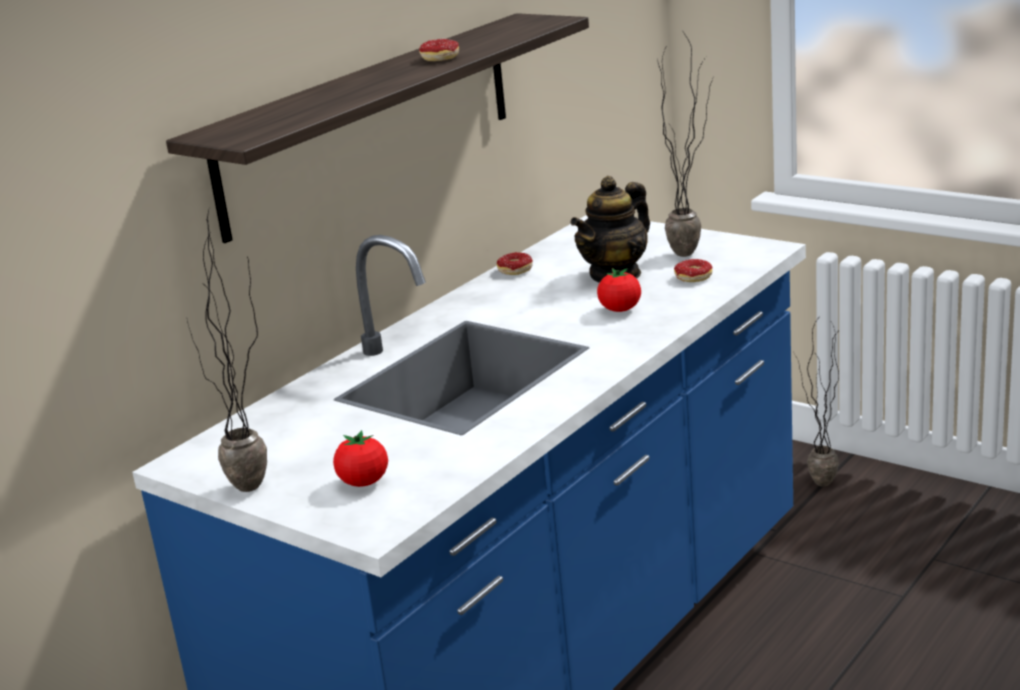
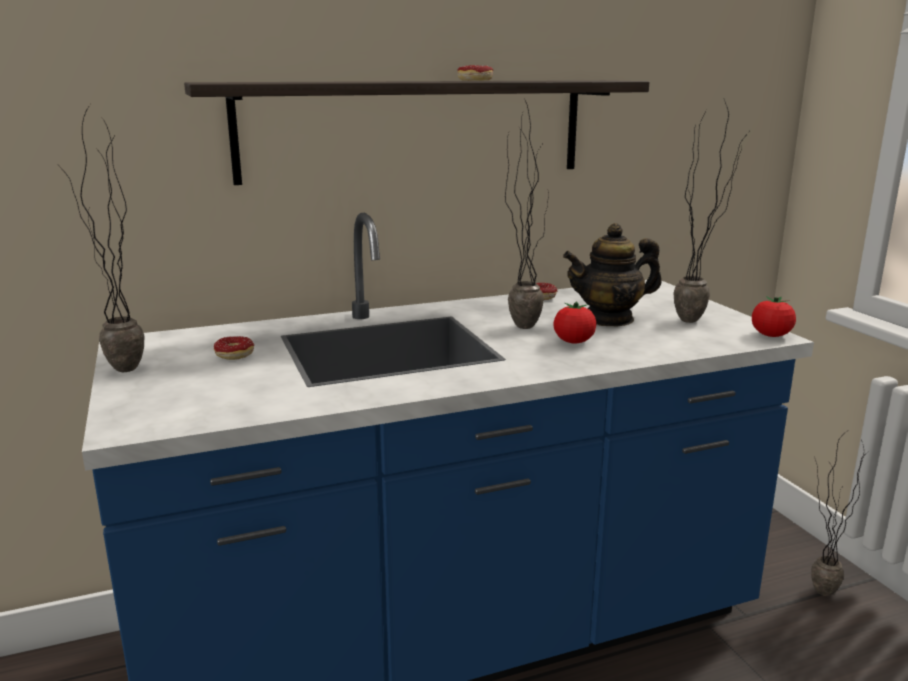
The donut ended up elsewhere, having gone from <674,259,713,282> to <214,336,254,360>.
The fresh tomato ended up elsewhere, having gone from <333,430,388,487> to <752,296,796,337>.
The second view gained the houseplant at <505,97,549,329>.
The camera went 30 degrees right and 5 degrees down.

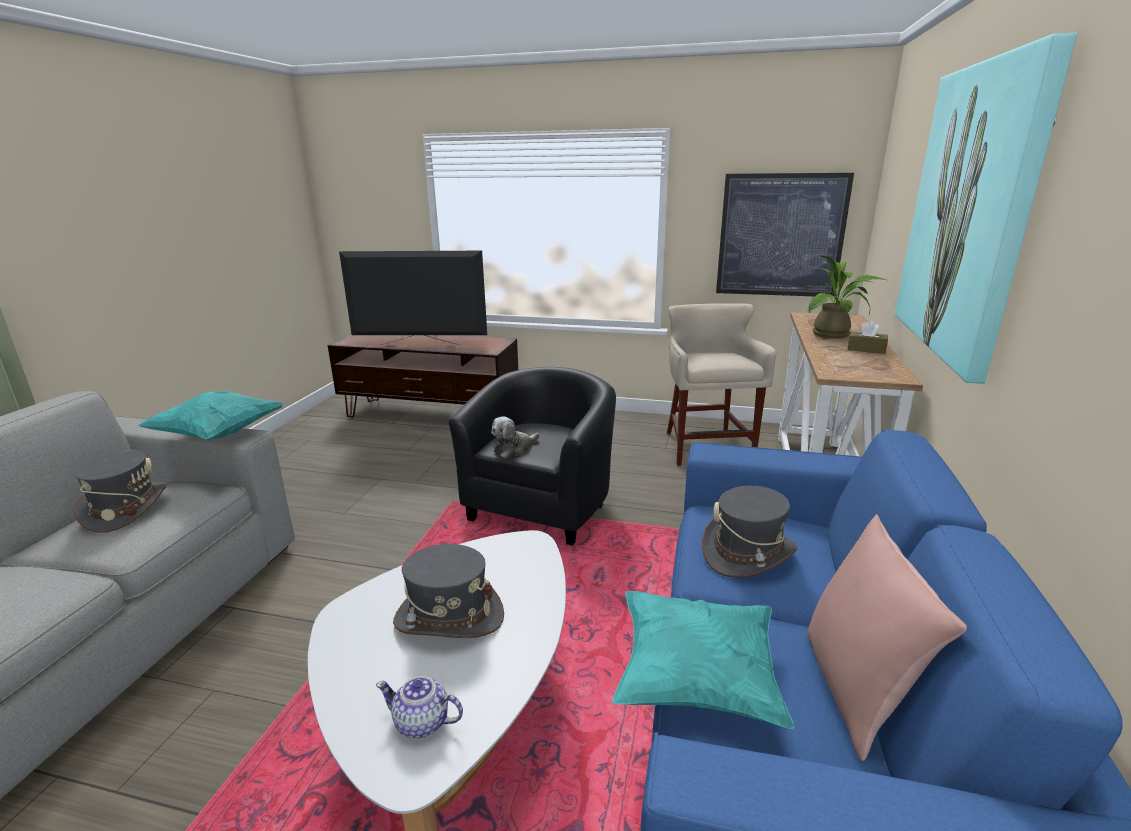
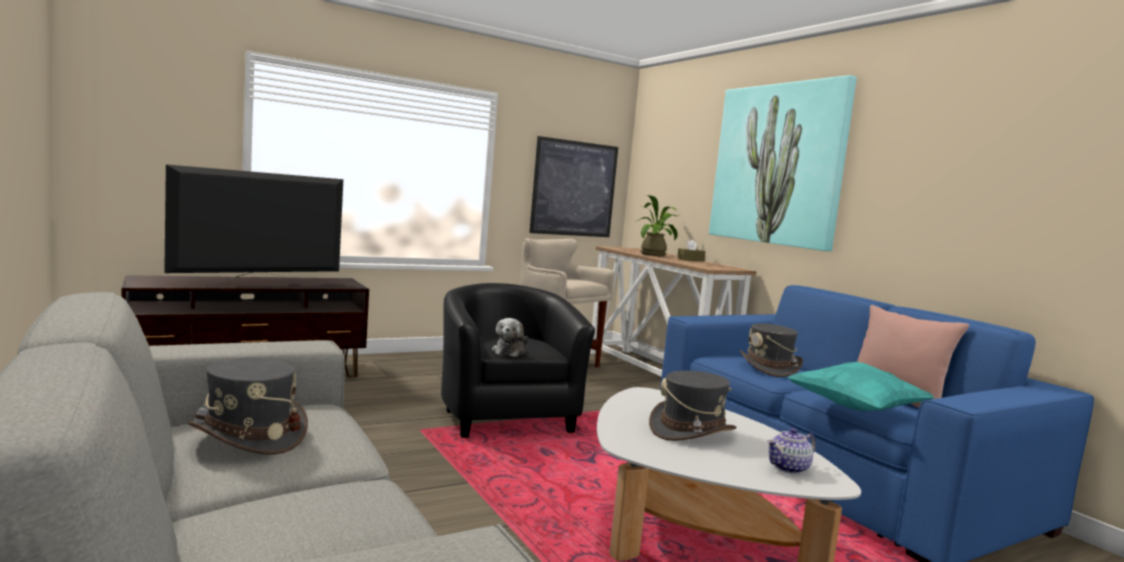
The second view lost the throw pillow/turquoise-coloured at <138,391,284,441>.
The camera went 45 degrees left and 15 degrees down.

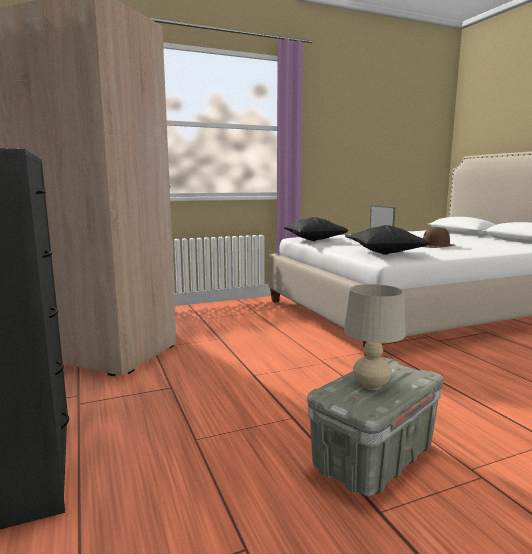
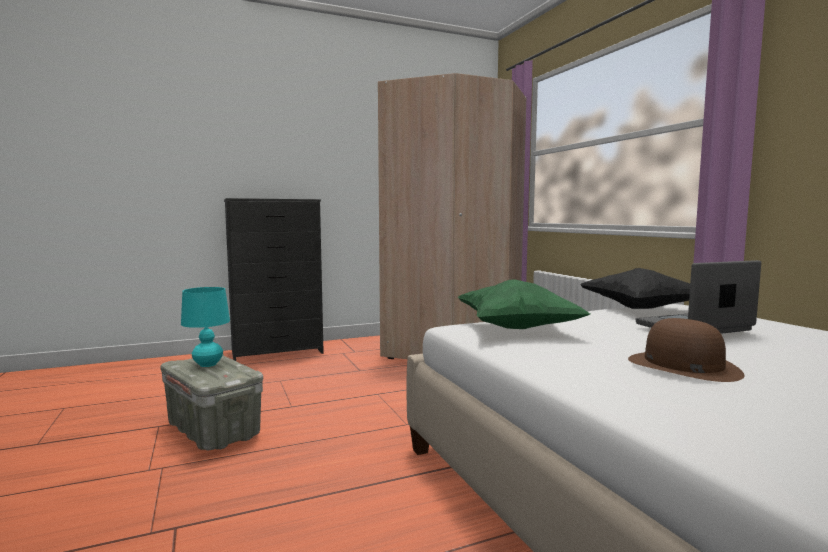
What was the throw pillow/black at <349,225,430,255> turned into the throw pillow/green at <458,279,590,329>.
What was the tabletop lamp/beige at <344,284,406,390> turned into the tabletop lamp/turquoise-coloured at <181,287,230,367>.
The camera went 90 degrees right and 5 degrees down.

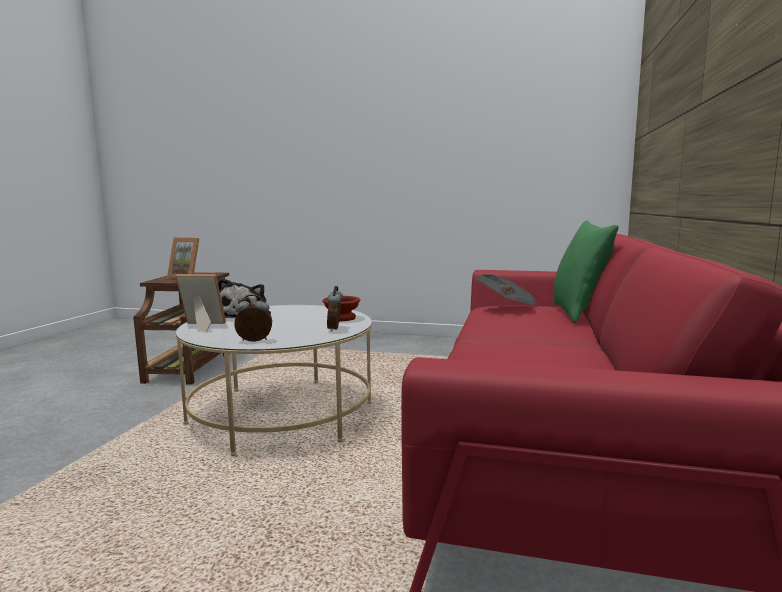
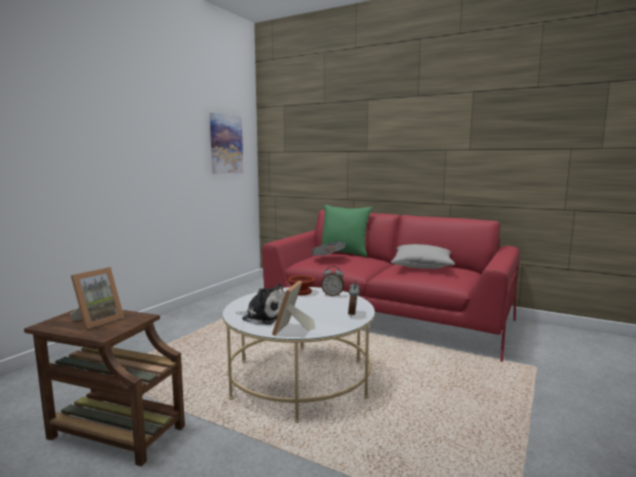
The second view gained the wall picture at <210,113,243,174>.
The second view gained the throw pillow/greyish at <391,244,455,269>.
The camera went 75 degrees left and 0 degrees up.

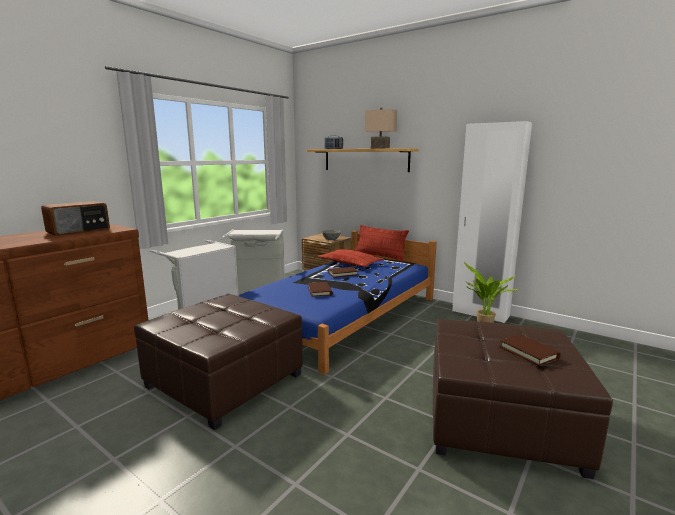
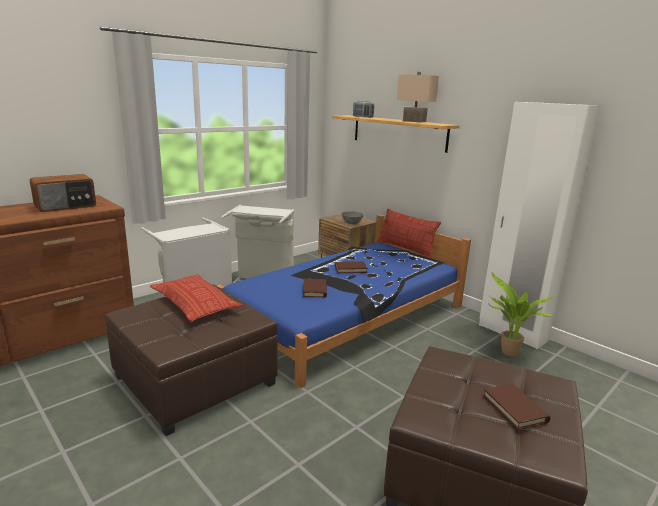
The throw pillow ended up elsewhere, having gone from <317,249,384,267> to <150,274,242,322>.
The camera went 10 degrees right and 5 degrees up.

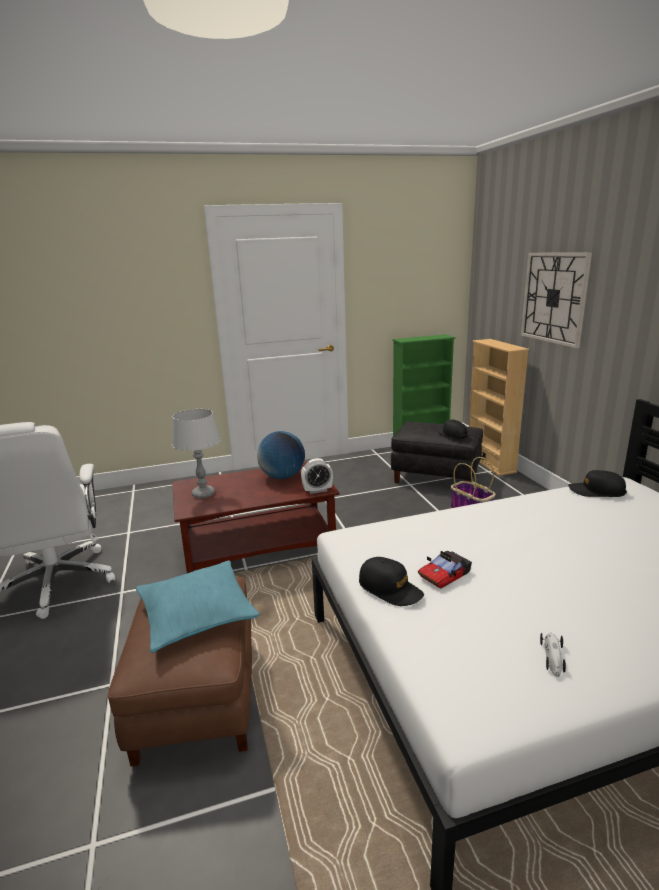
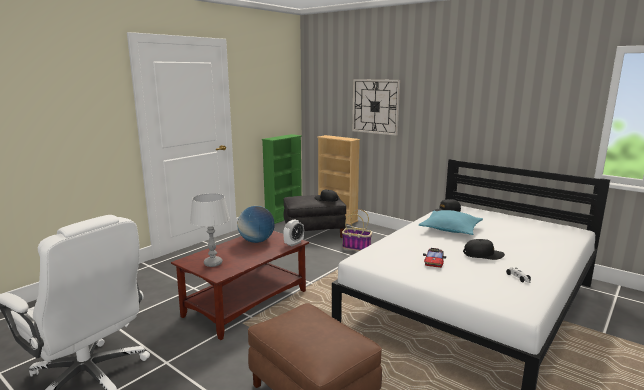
The baseball cap/black ended up elsewhere, having gone from <359,557,424,606> to <463,239,505,260>.
The throw pillow/turquoise-coloured ended up elsewhere, having gone from <136,561,260,653> to <419,210,483,235>.
The camera went 35 degrees left and 5 degrees down.

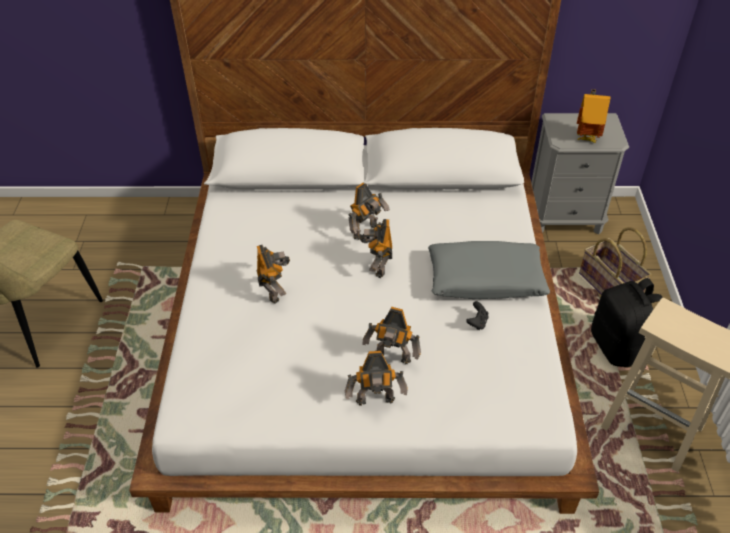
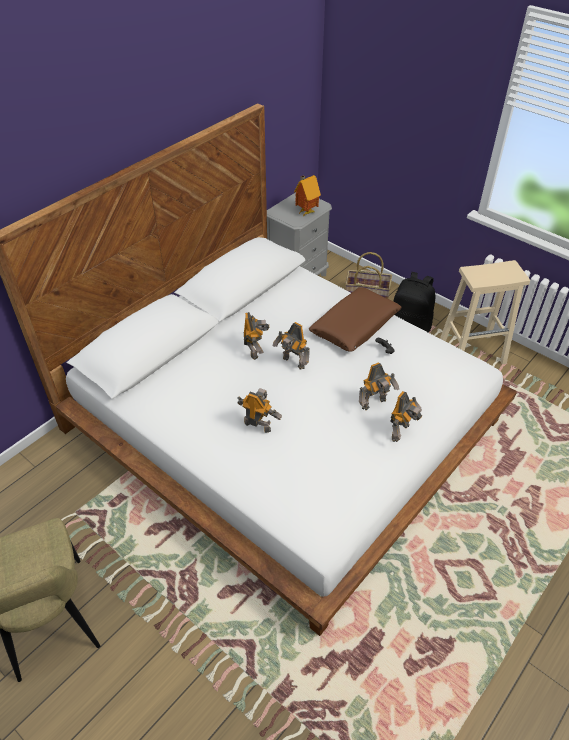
What was the throw pillow/greyish at <428,241,550,299> turned into the throw pillow/brownish at <309,287,402,352>.
The camera went 50 degrees left and 0 degrees up.

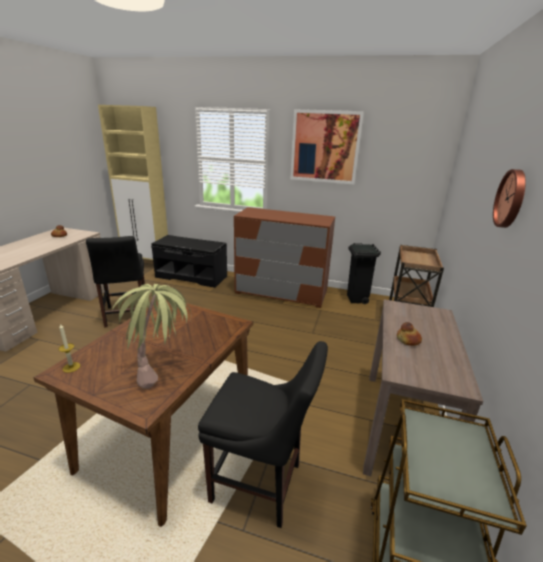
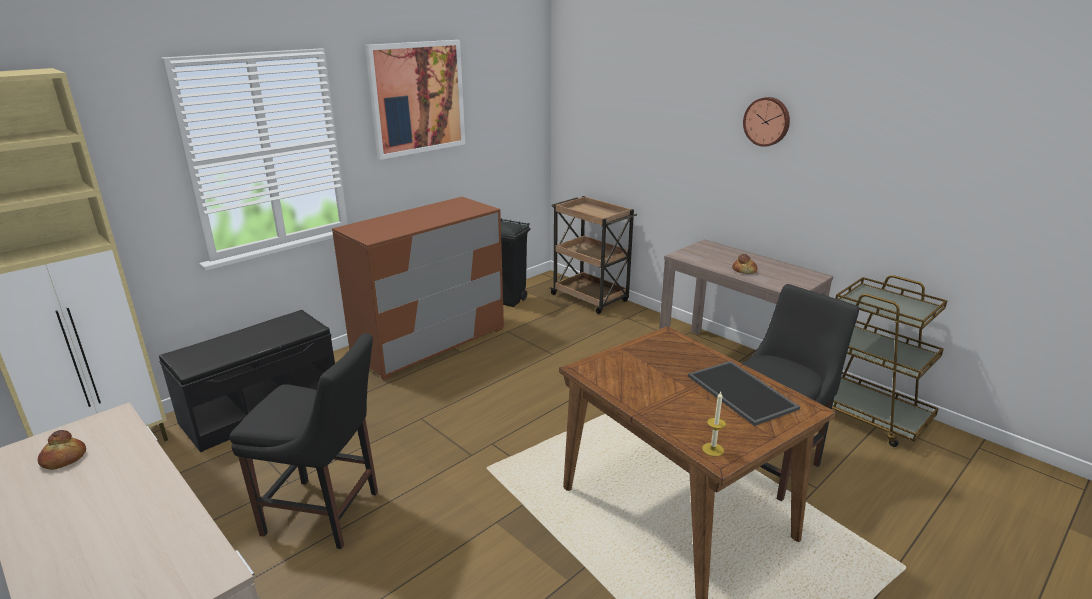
Where the houseplant stood at <112,284,191,389>, the carrying tray came to stand at <688,361,800,426>.
The camera went 60 degrees left and 0 degrees up.

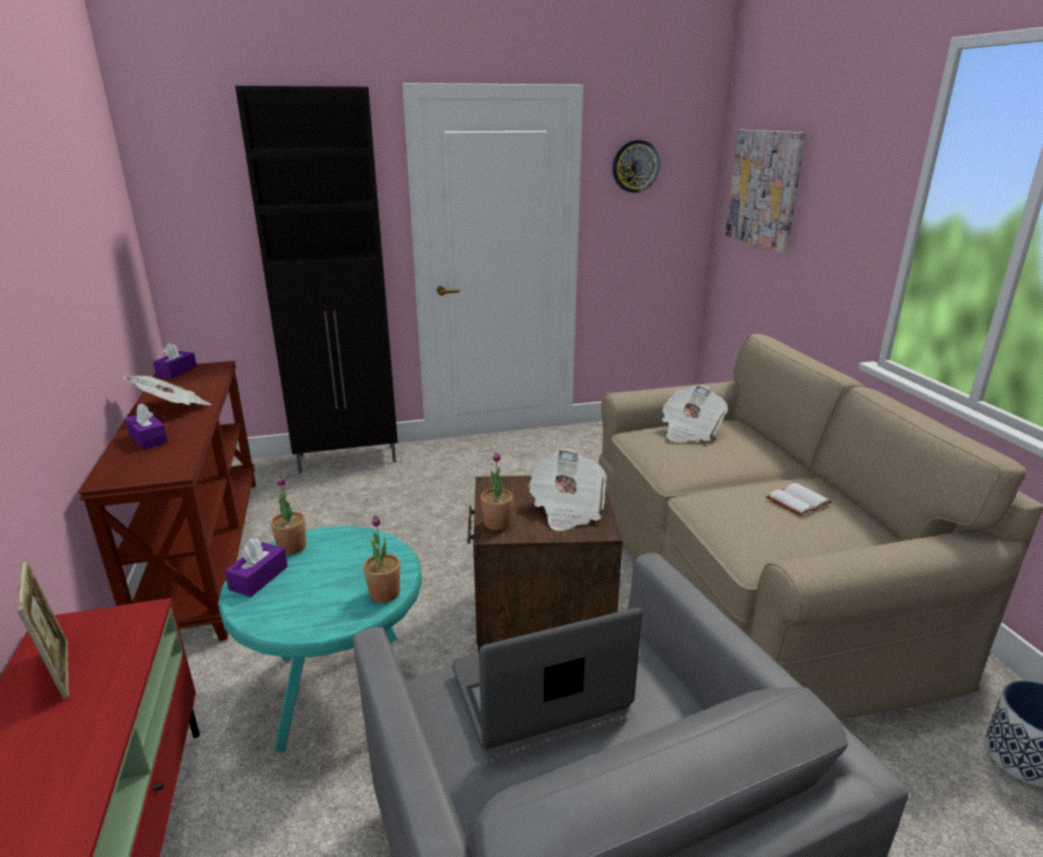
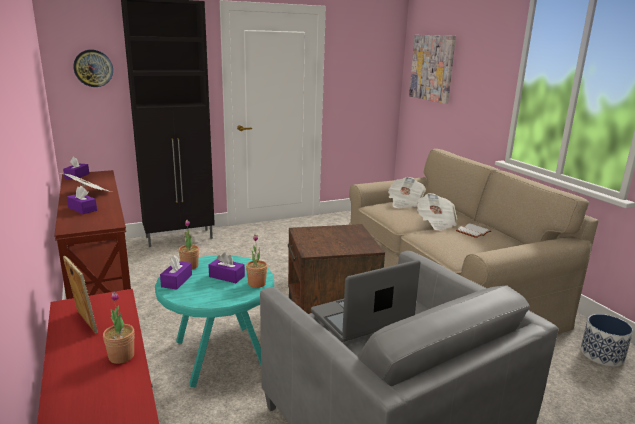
The wall clock ended up elsewhere, having gone from <612,140,660,193> to <73,50,113,87>.
The newspaper ended up elsewhere, having gone from <528,448,607,531> to <417,193,457,231>.
The houseplant ended up elsewhere, having gone from <481,452,513,530> to <103,292,135,364>.
The second view gained the tissue holder/purplish at <209,252,245,283>.
The camera went 10 degrees left and 5 degrees down.

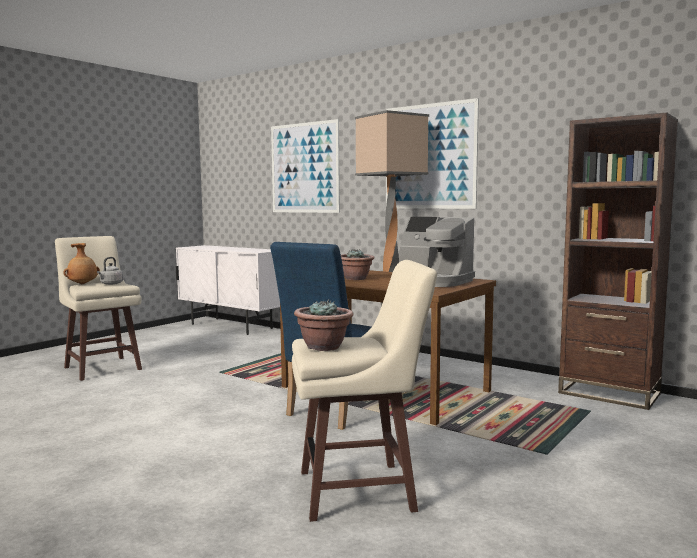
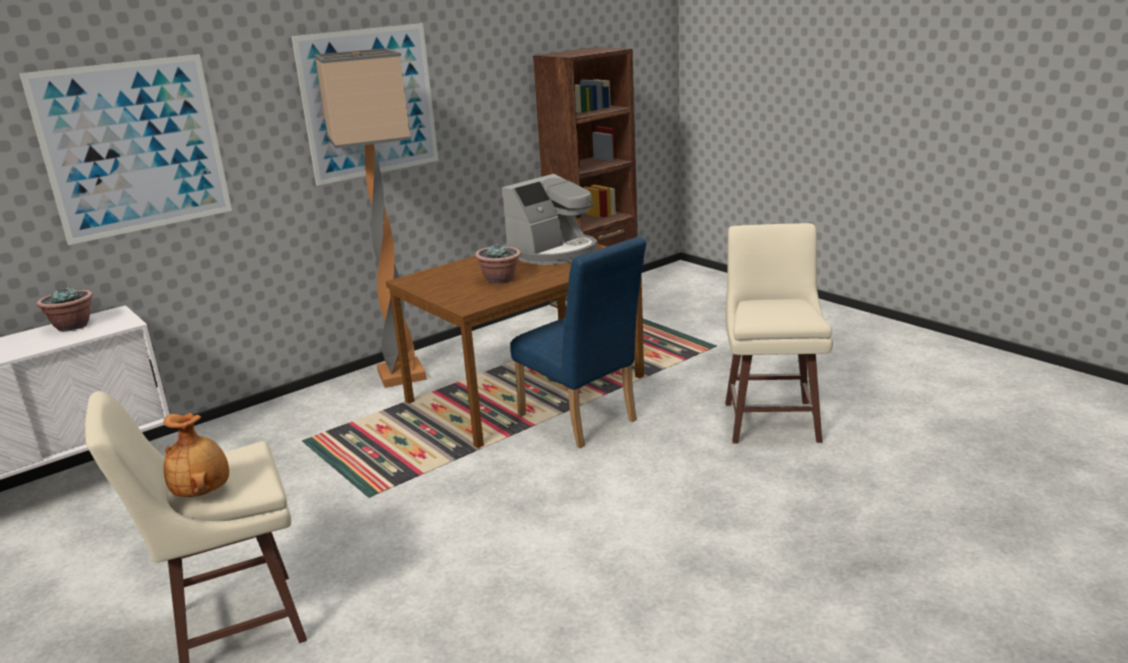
The second view lost the water kettle/greyish at <97,257,123,285>.
The houseplant ended up elsewhere, having gone from <294,300,353,351> to <36,286,93,332>.
The camera went 75 degrees left and 15 degrees up.

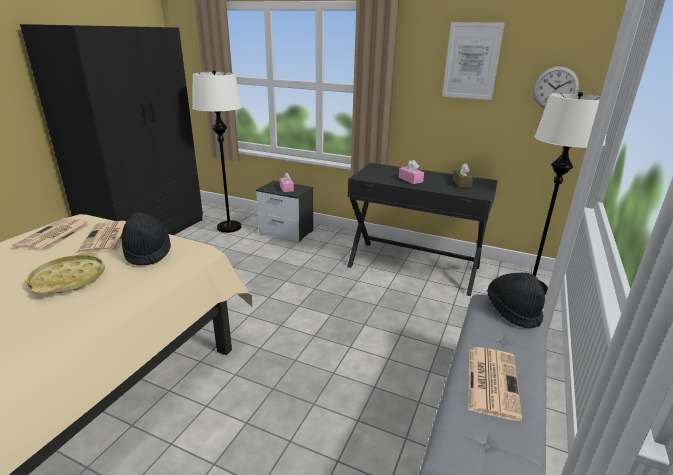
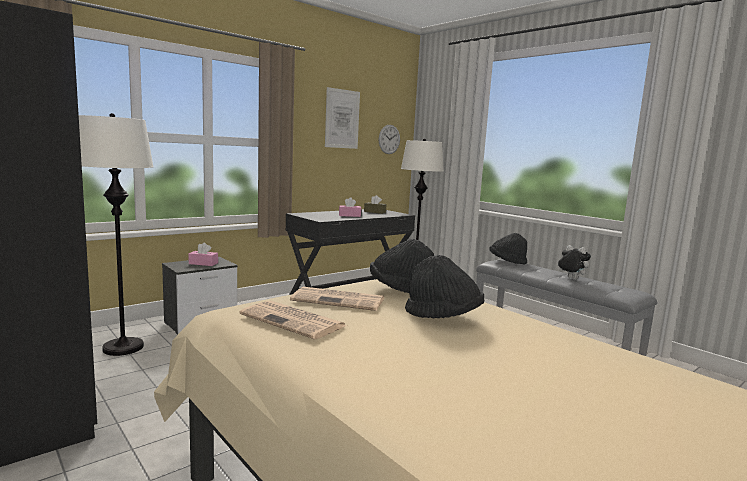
Where the carrying tray/yellow stood at <27,252,105,294>, the clothing hat/black came to stand at <405,255,484,318>.
Where the newspaper stood at <468,347,522,421>, the plush toy came to stand at <557,245,591,280>.
The camera went 65 degrees left and 15 degrees down.

